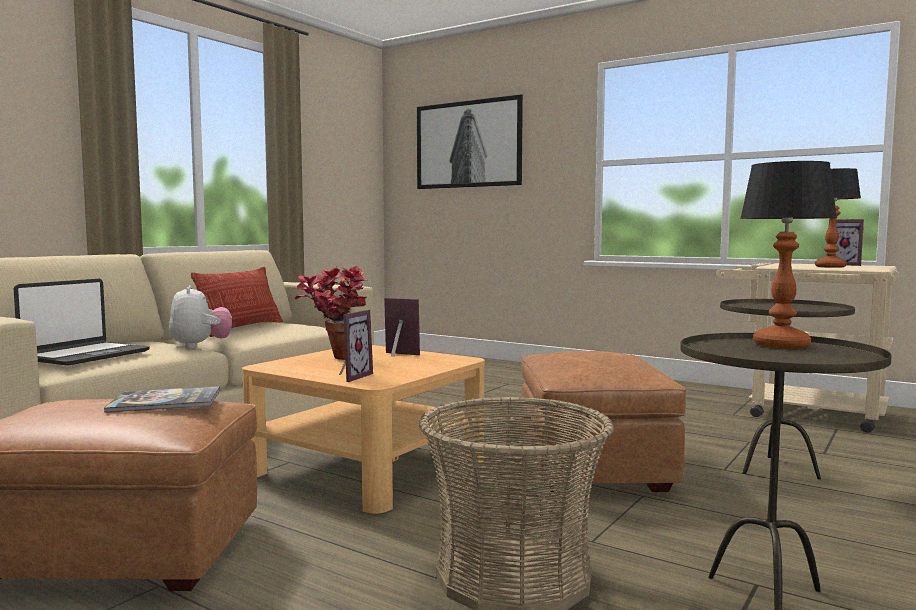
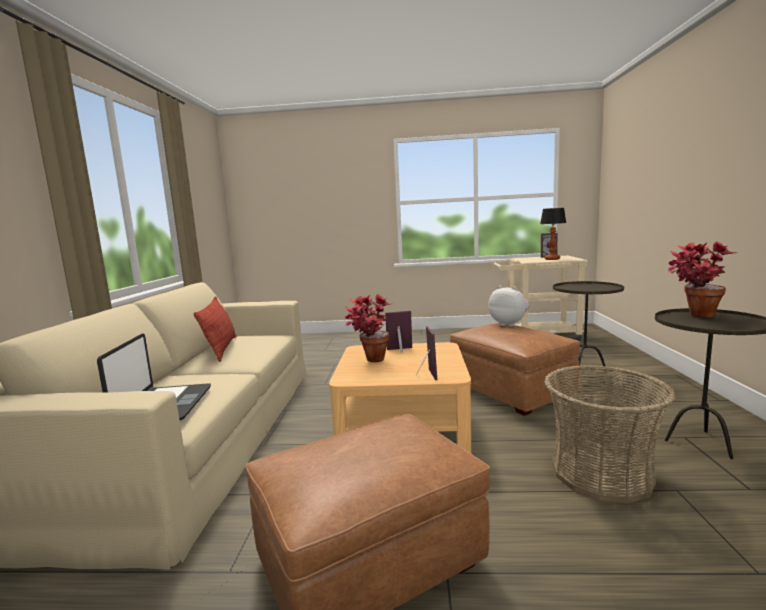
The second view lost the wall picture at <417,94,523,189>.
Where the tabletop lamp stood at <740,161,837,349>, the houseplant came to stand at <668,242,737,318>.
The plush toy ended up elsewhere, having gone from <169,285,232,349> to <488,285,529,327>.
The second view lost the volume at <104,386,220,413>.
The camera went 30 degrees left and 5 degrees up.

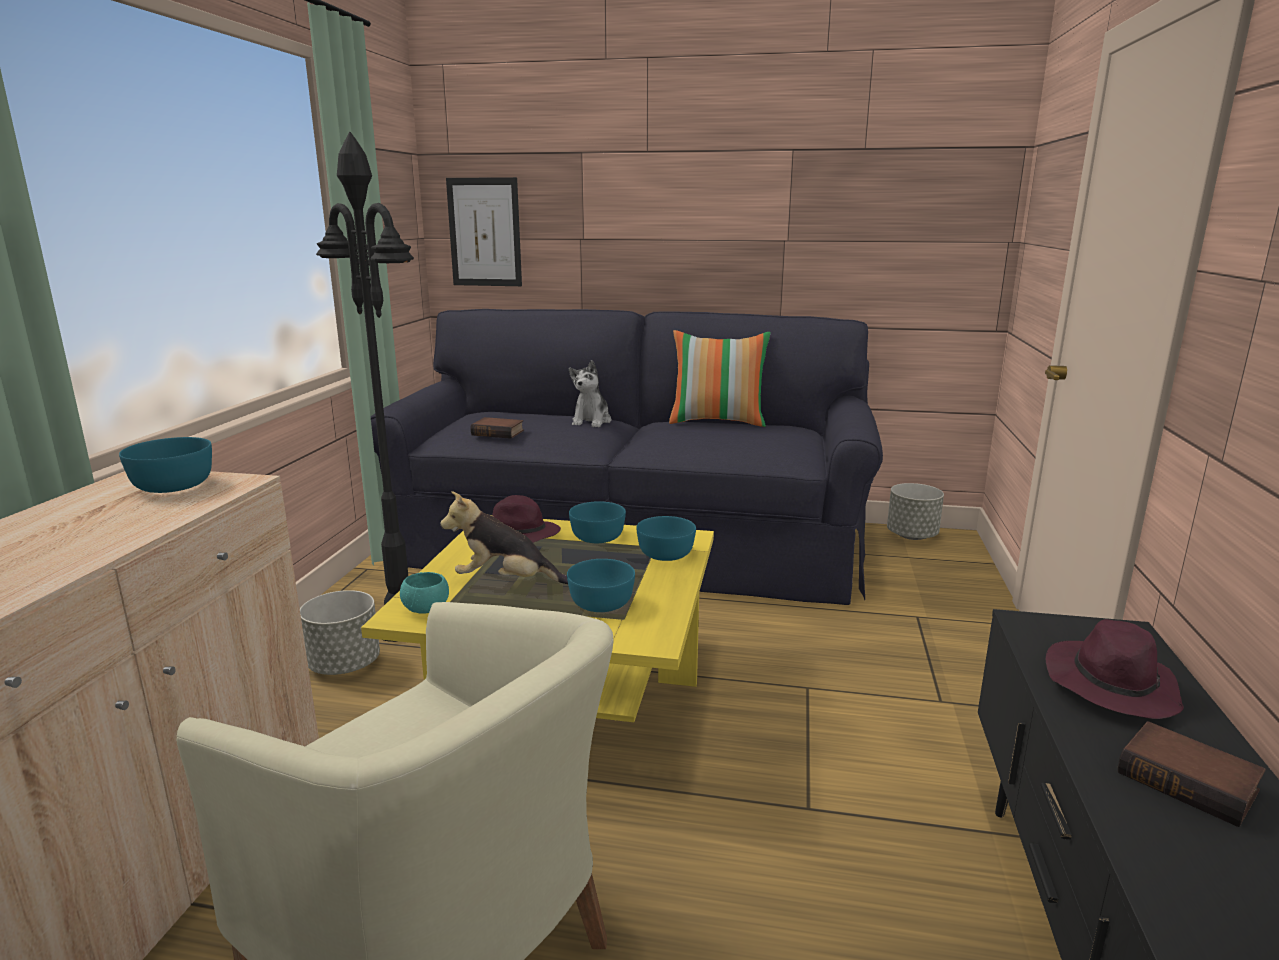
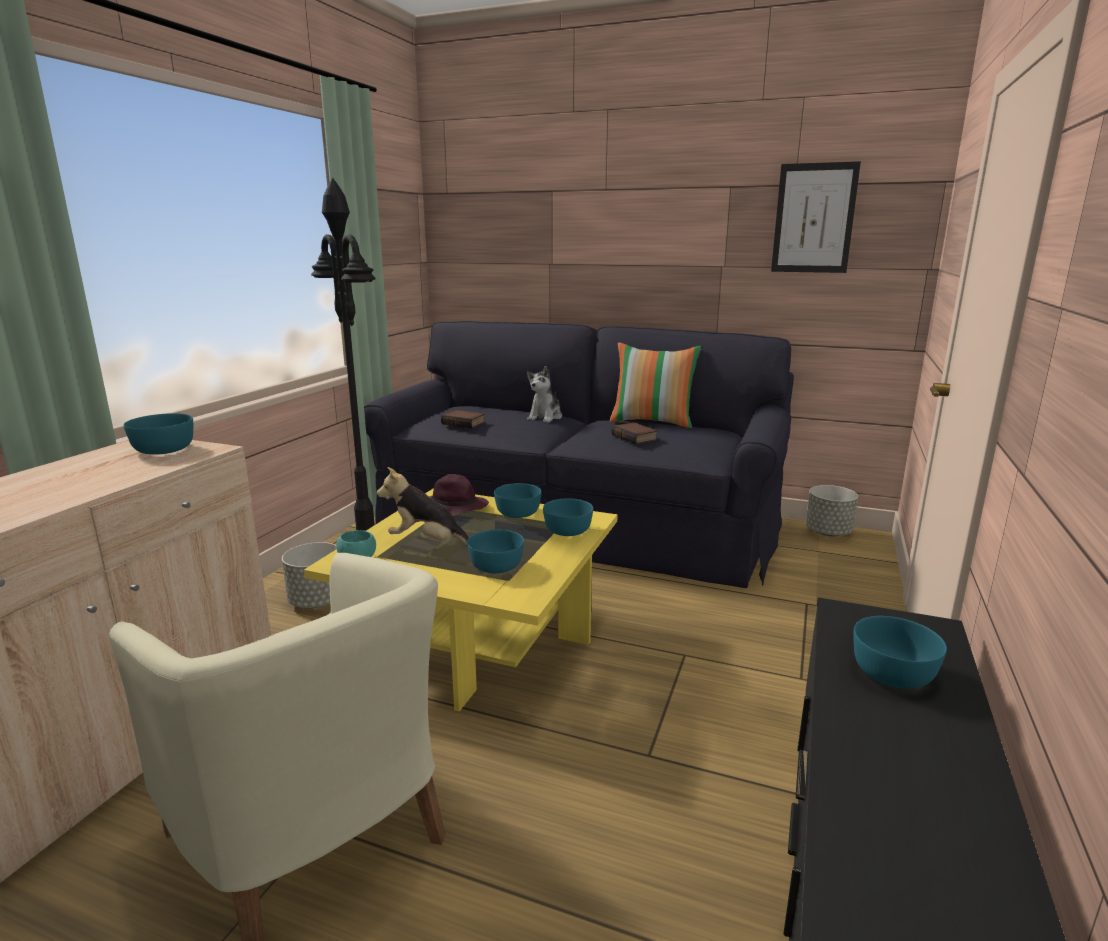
The wall picture ended up elsewhere, having gone from <446,177,522,286> to <771,161,861,273>.
Where the clothing hat/purplish stood at <1046,619,1184,719>, the serving bowl/turquoise-coloured came to stand at <853,616,947,689>.
The volume ended up elsewhere, having gone from <1118,721,1266,827> to <612,422,658,444>.
The camera went 10 degrees right and 0 degrees up.

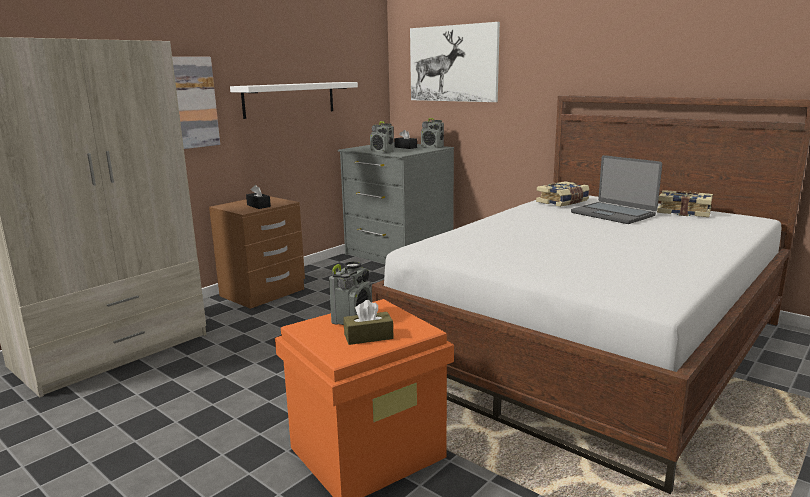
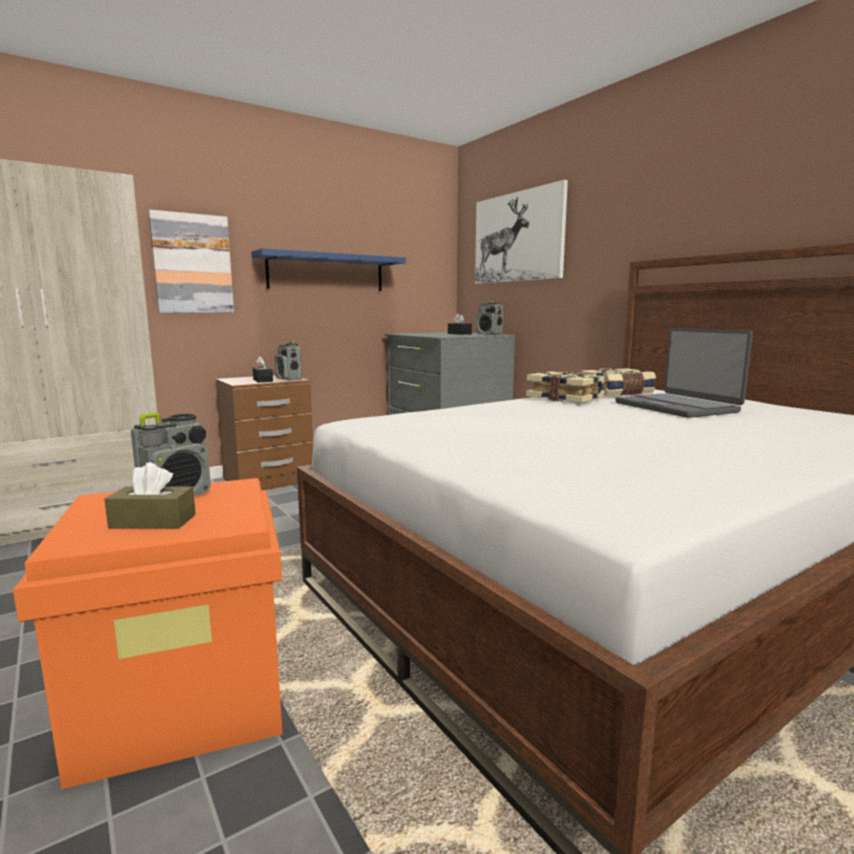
What was the wall shelf/white-coloured at <230,82,358,119> turned into the wall shelf/blue at <251,248,406,291>.
The radio receiver ended up elsewhere, having gone from <370,121,394,153> to <275,341,302,380>.
The volume ended up elsewhere, having gone from <657,190,713,217> to <526,371,605,403>.
The camera went 15 degrees right and 5 degrees down.

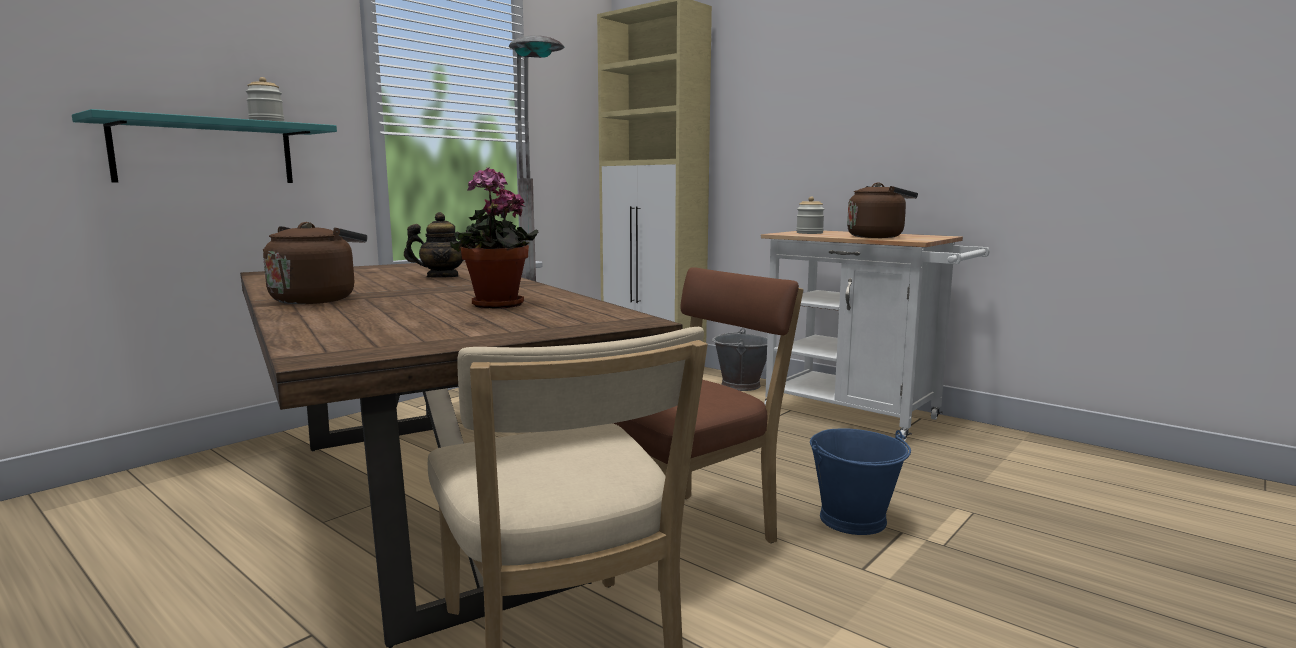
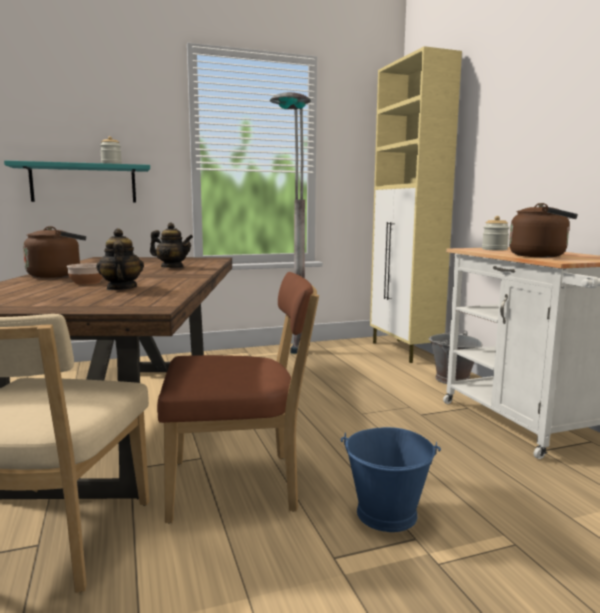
Where the houseplant stood at <450,167,538,309>, the teapot came to stand at <96,228,144,290>.
The second view gained the serving bowl at <67,263,103,284>.
The camera went 30 degrees right and 0 degrees up.

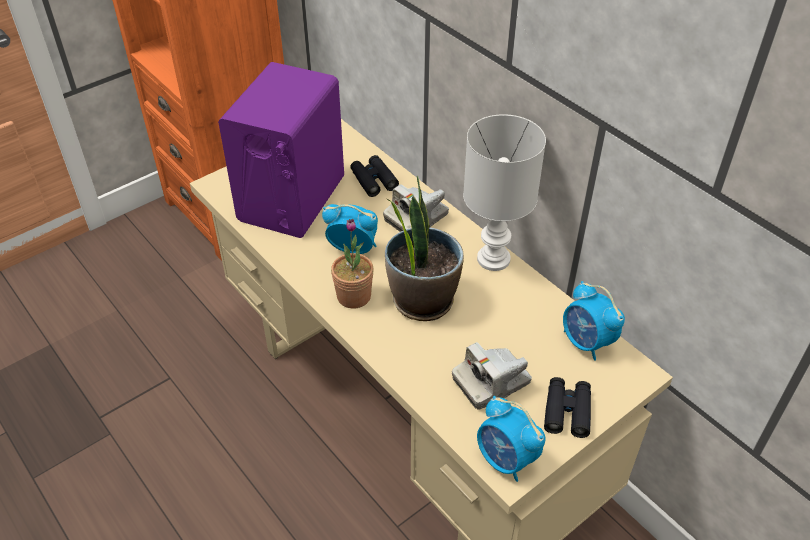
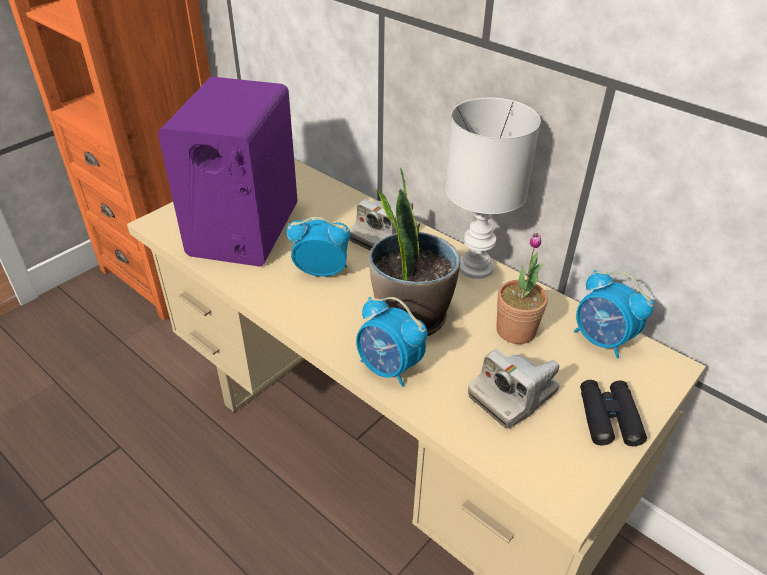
The second view lost the field glasses/black at <351,155,399,197>.
The houseplant ended up elsewhere, having gone from <331,219,374,308> to <496,233,548,344>.
The table clock ended up elsewhere, having gone from <477,396,546,482> to <356,297,427,387>.
The camera went 10 degrees left and 5 degrees down.

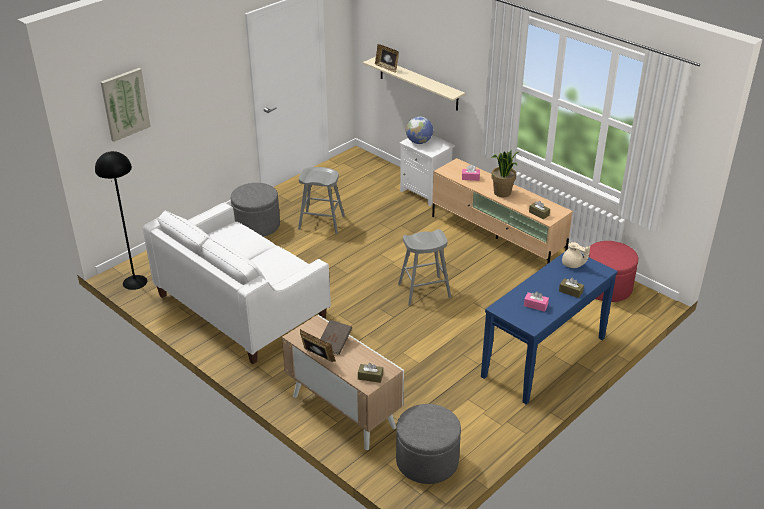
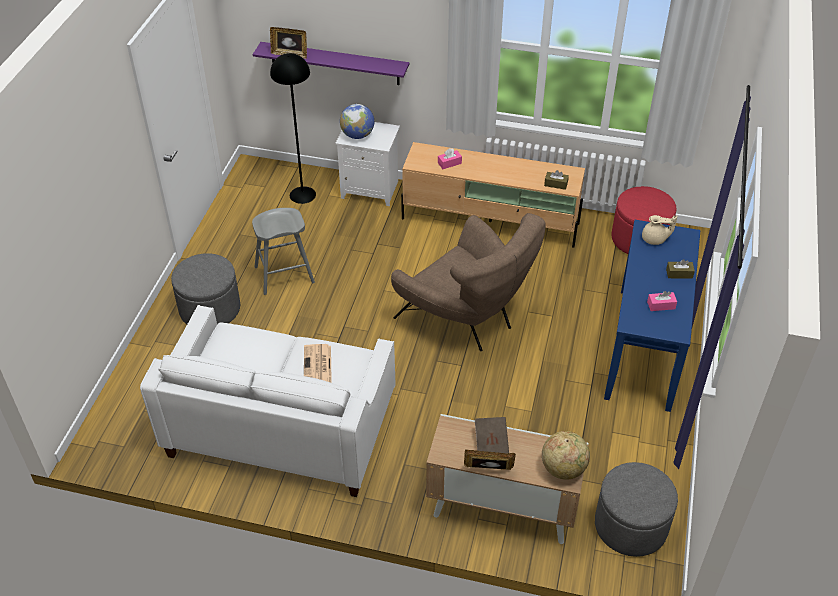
What was the wall shelf/beige at <363,57,465,111> turned into the wall shelf/purplish at <253,42,409,85>.
The second view lost the wall picture at <101,68,151,142>.
The second view lost the houseplant at <491,150,519,197>.
The floor lamp/black ended up elsewhere, having gone from <95,151,147,290> to <270,53,316,204>.
Where the stool/greyish stood at <398,229,451,306>, the lounge chair/brownish came to stand at <391,213,546,351>.
Where the tissue holder/brownish stood at <358,363,383,383>, the desk globe came to stand at <542,431,590,480>.
The second view gained the newspaper at <304,344,332,383>.
The camera went 30 degrees left and 10 degrees up.

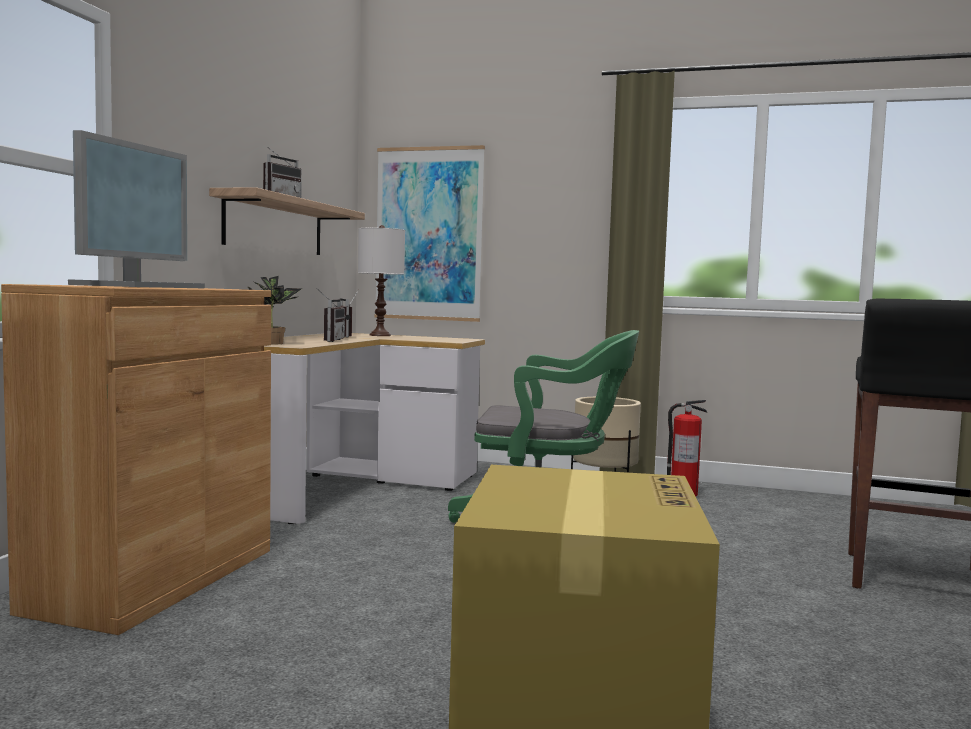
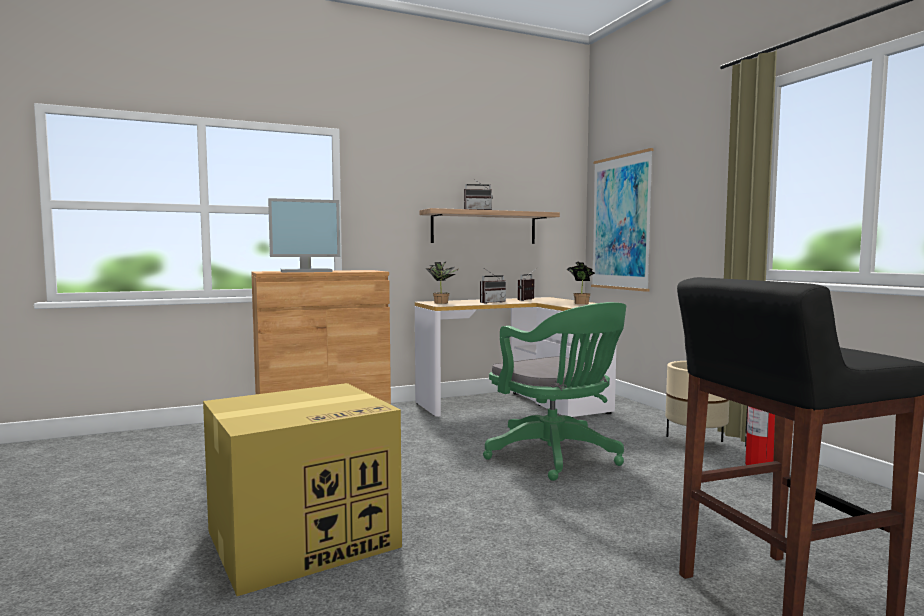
The second view lost the tabletop lamp/white-coloured at <358,225,405,336>.
The second view gained the houseplant at <567,261,595,304>.
The camera went 50 degrees right and 0 degrees up.

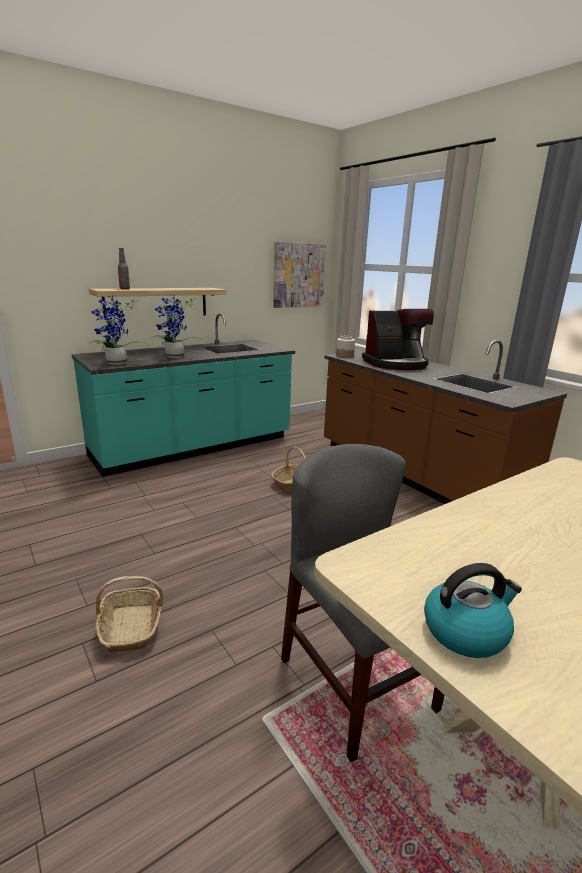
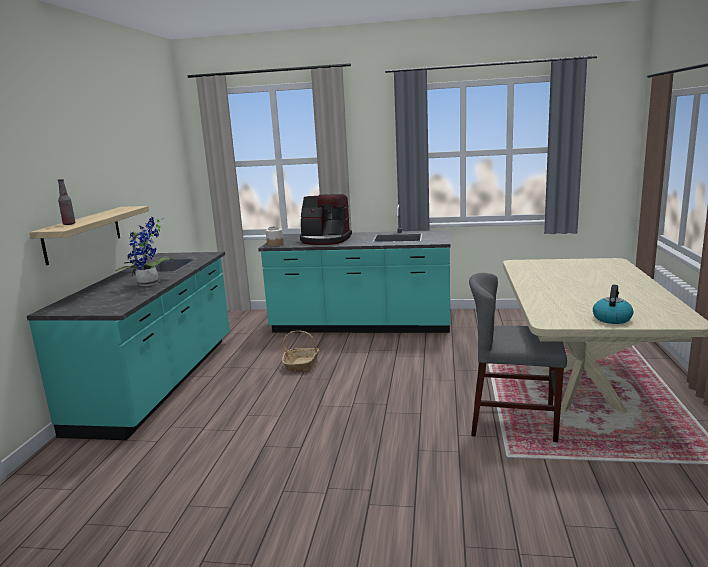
The second view lost the wall picture at <274,242,326,308>.
The second view lost the houseplant at <89,295,149,365>.
The coffee machine at <362,309,434,370> ended up facing another way, 75 degrees clockwise from before.
What was the kitchen counter/brownish at <324,340,567,504> turned into the kitchen counter/turquoise-coloured at <258,204,451,333>.
The second view lost the basket at <96,576,164,652>.
The camera went 45 degrees left and 5 degrees down.

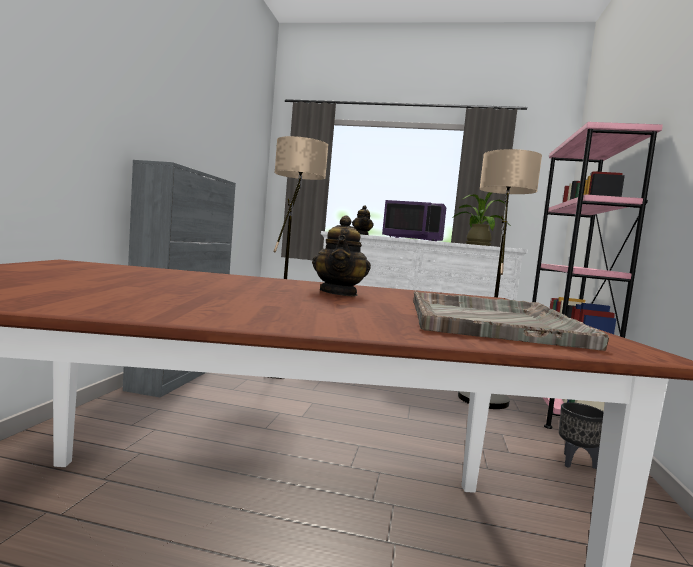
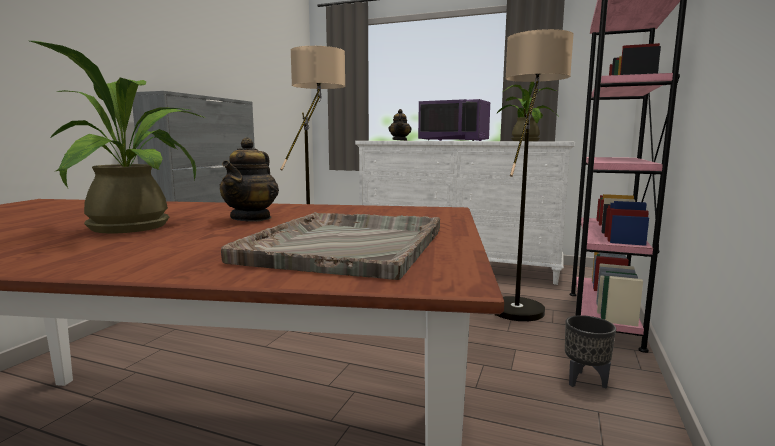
The second view gained the houseplant at <30,41,206,233>.
The camera went 10 degrees right and 5 degrees up.

